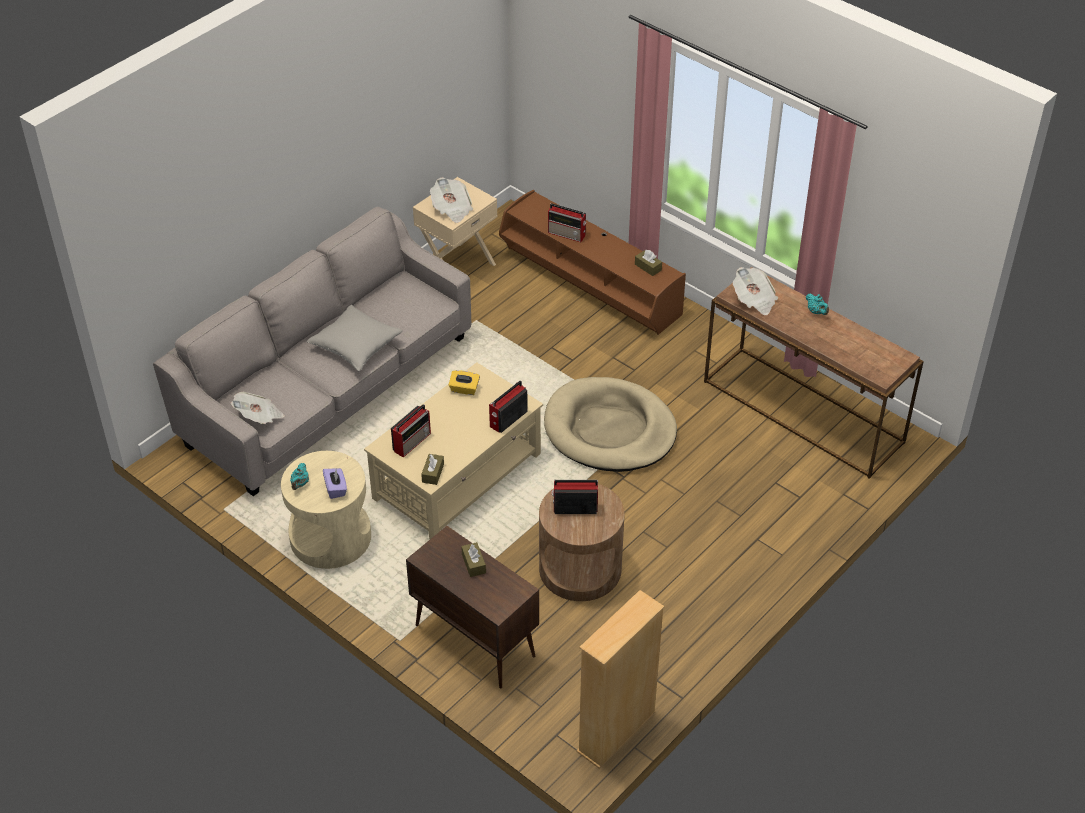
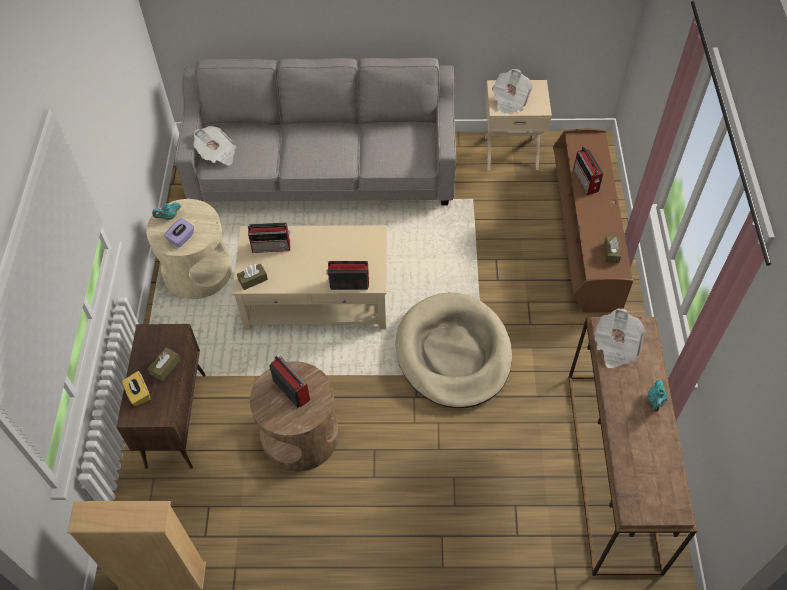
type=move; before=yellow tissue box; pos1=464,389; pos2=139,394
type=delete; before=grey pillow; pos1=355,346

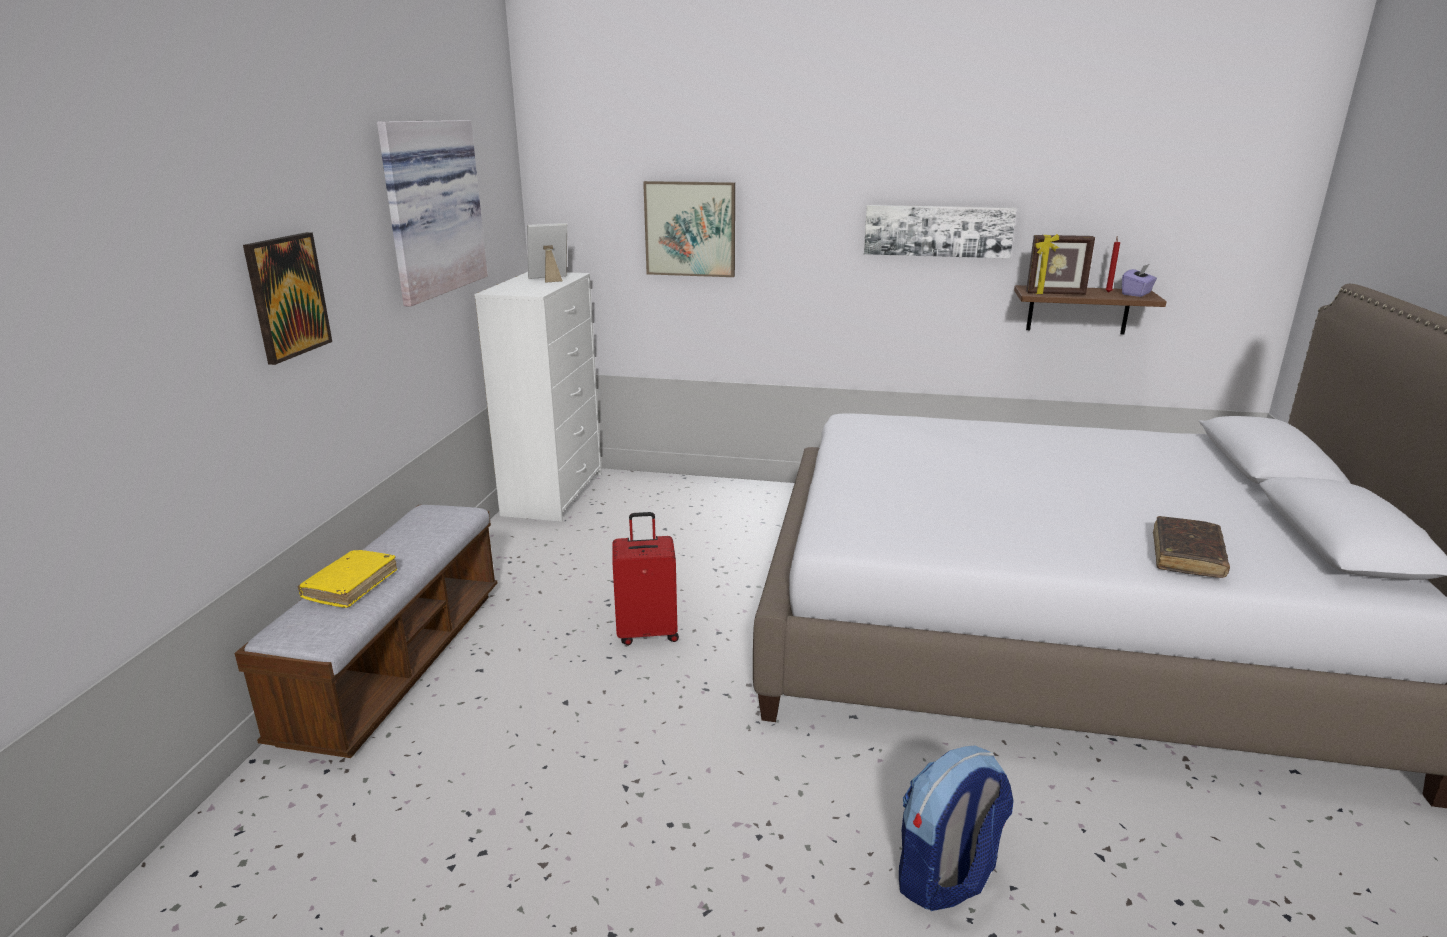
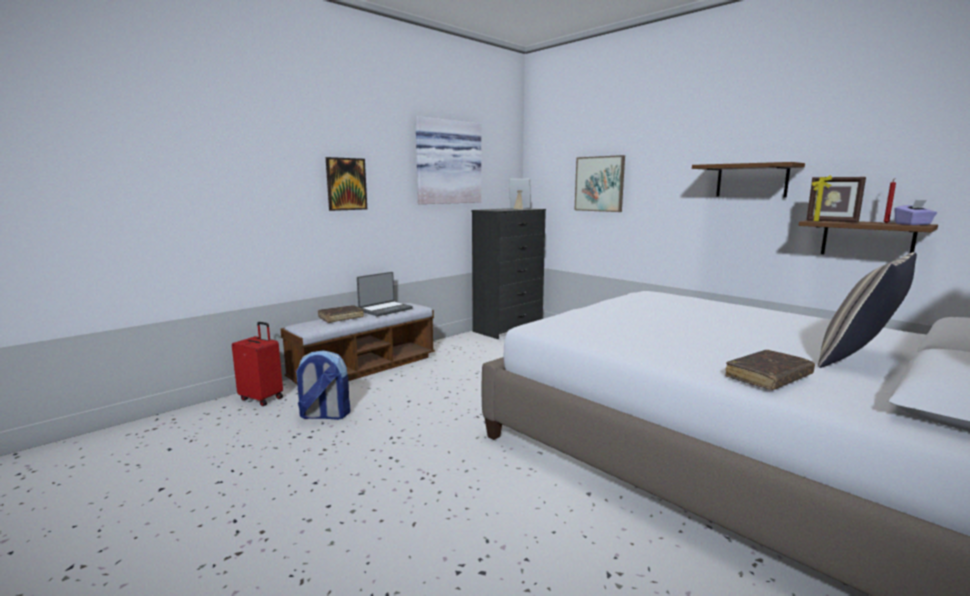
type=move; before=red suitcase; pos1=647,632; pos2=262,398
type=move; before=backpack; pos1=946,878; pos2=324,415
type=recolor; before=yellow book; after=brown book; pos1=351,586; pos2=341,318
type=insert; after=laptop; pos2=385,309
type=recolor; before=white dresser; after=black dresser; pos1=554,493; pos2=508,328
type=replace; before=picture; after=brown shelf; pos1=938,231; pos2=751,180
type=insert; after=pillow; pos2=858,359

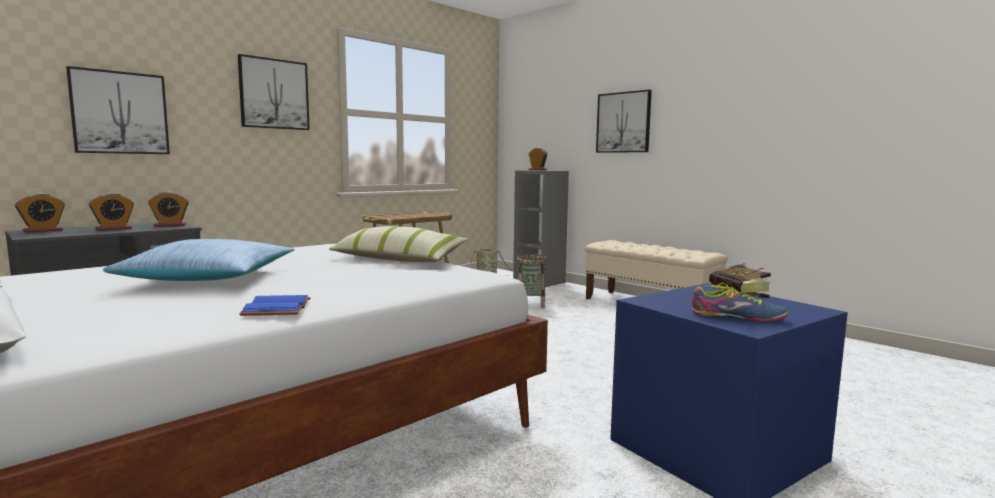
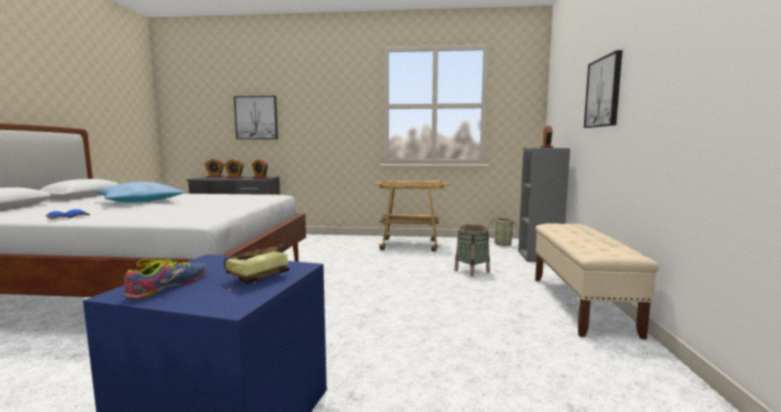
type=rotate; before=shoe; pos1=737,316; pos2=168,286; turn=-135
type=delete; before=picture; pos1=274,94
type=delete; before=pillow; pos1=398,259

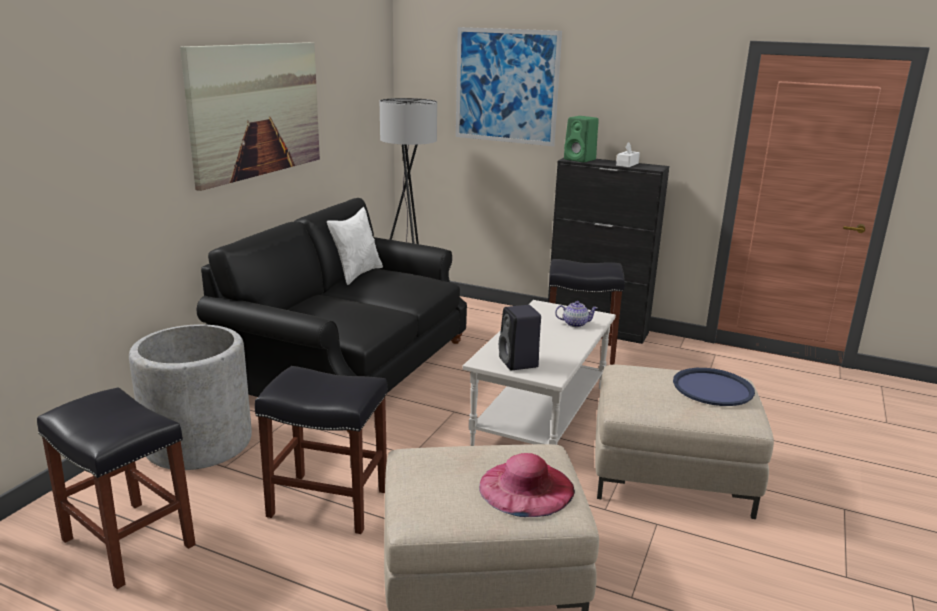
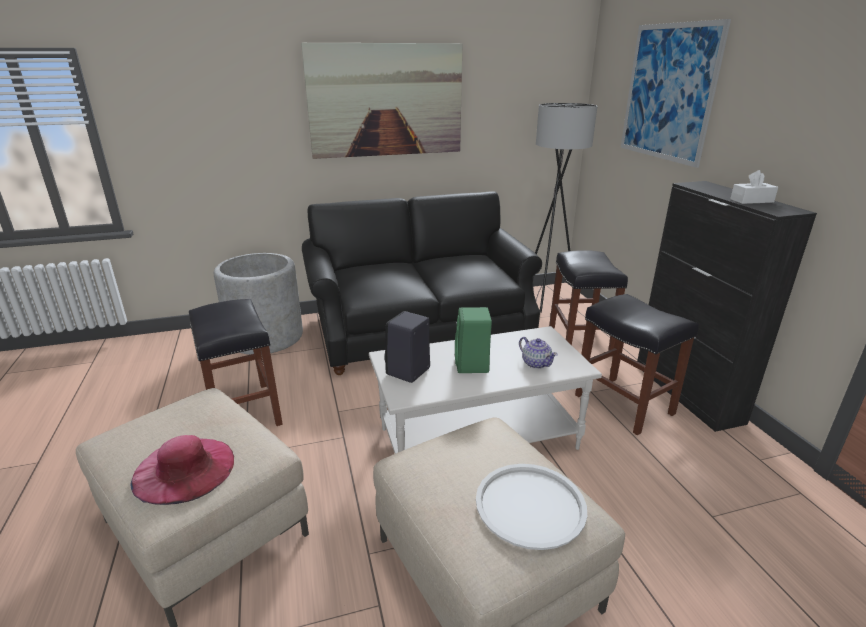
type=move; before=green speaker; pos1=580,159; pos2=472,365
type=recolor; before=blue tray; after=white tray; pos1=712,388; pos2=530,505
type=move; before=black stool; pos1=130,543; pos2=580,341
type=delete; before=white pillow; pos1=357,274

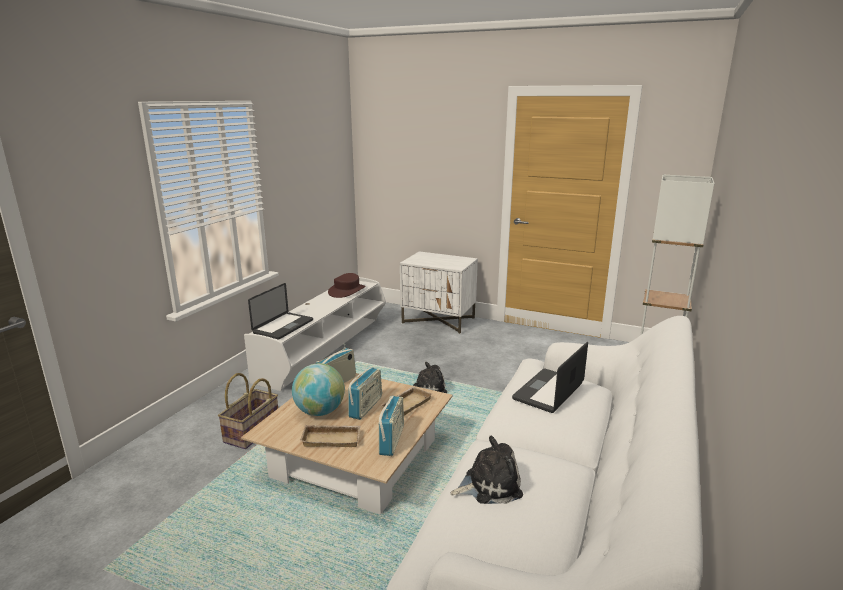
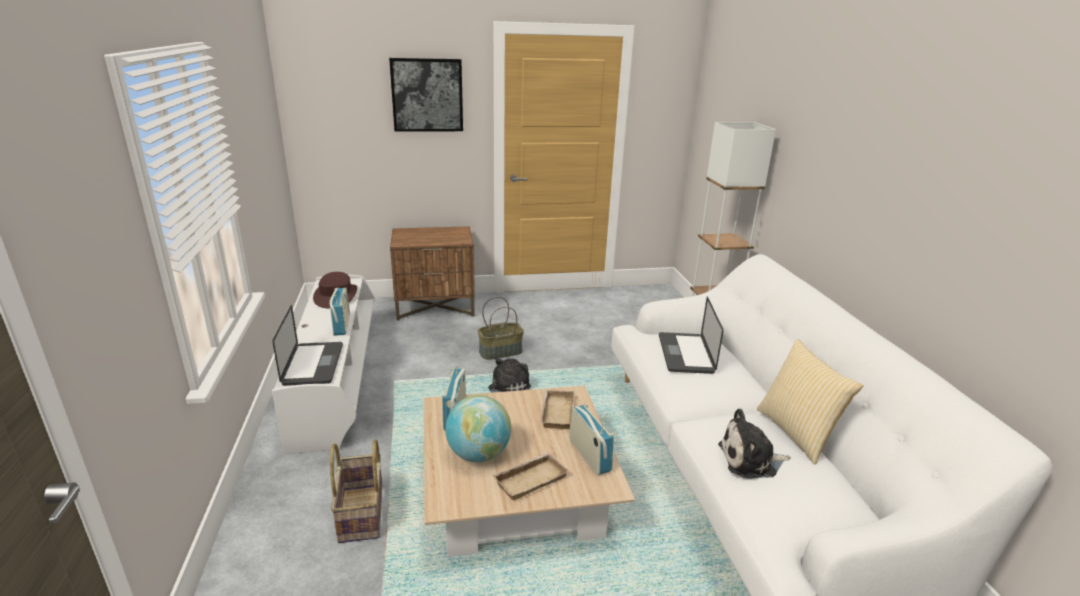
type=move; before=radio; pos1=366,407; pos2=341,325
type=insert; after=picture; pos2=427,95
type=recolor; before=white nightstand; after=brown nightstand; pos1=439,321; pos2=436,307
type=insert; after=basket; pos2=500,351
type=rotate; before=plush toy; pos1=489,485; pos2=750,460; turn=-135
type=insert; after=pillow; pos2=797,433

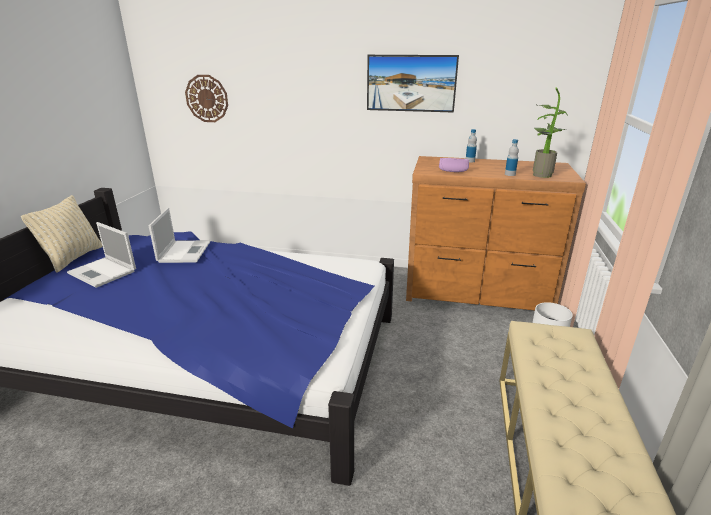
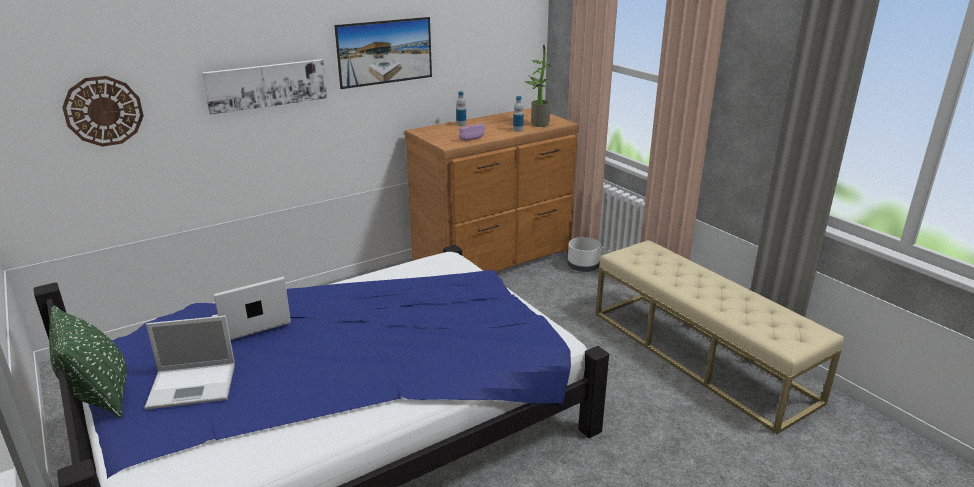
type=recolor; before=beige pillow; after=green pillow; pos1=74,258; pos2=99,396
type=insert; after=picture; pos2=266,85
type=rotate; before=laptop; pos1=184,251; pos2=249,322; turn=-75

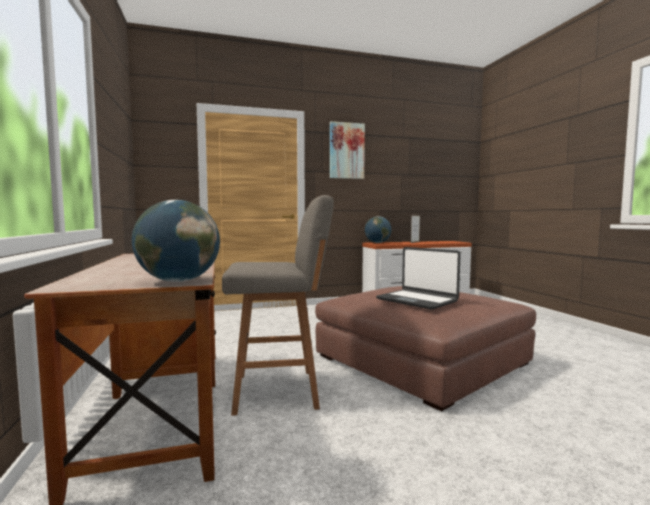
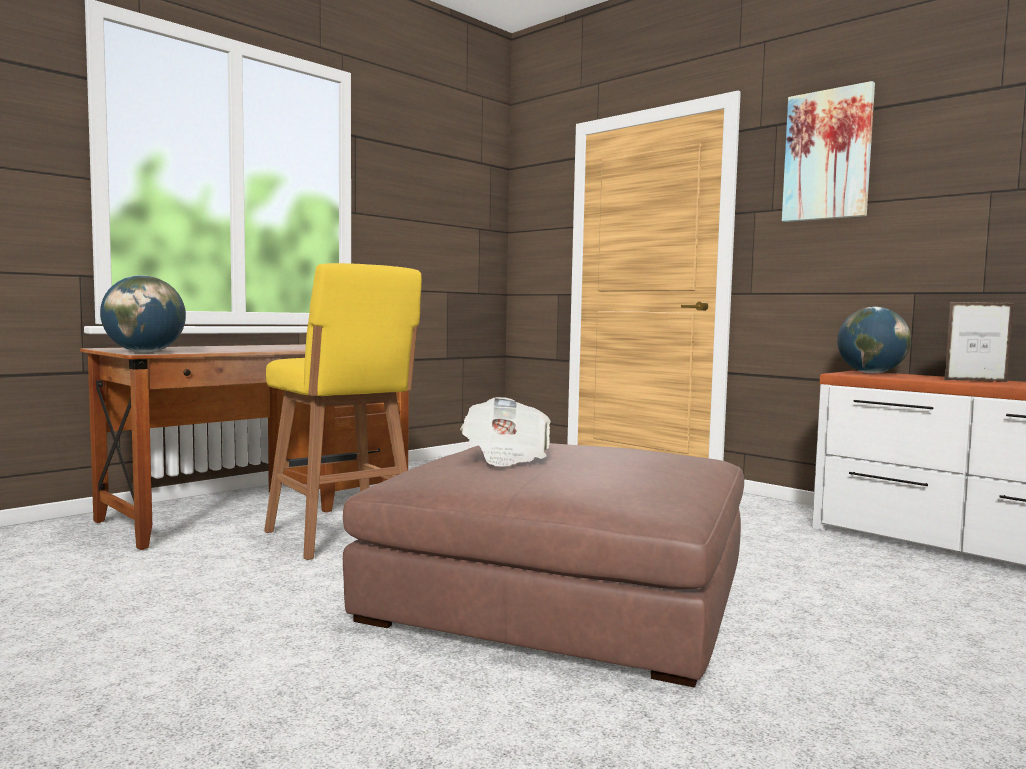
type=recolor; before=grey stool; after=yellow stool; pos1=280,391; pos2=342,536
type=replace; before=laptop; after=newspaper; pos1=417,300; pos2=505,457

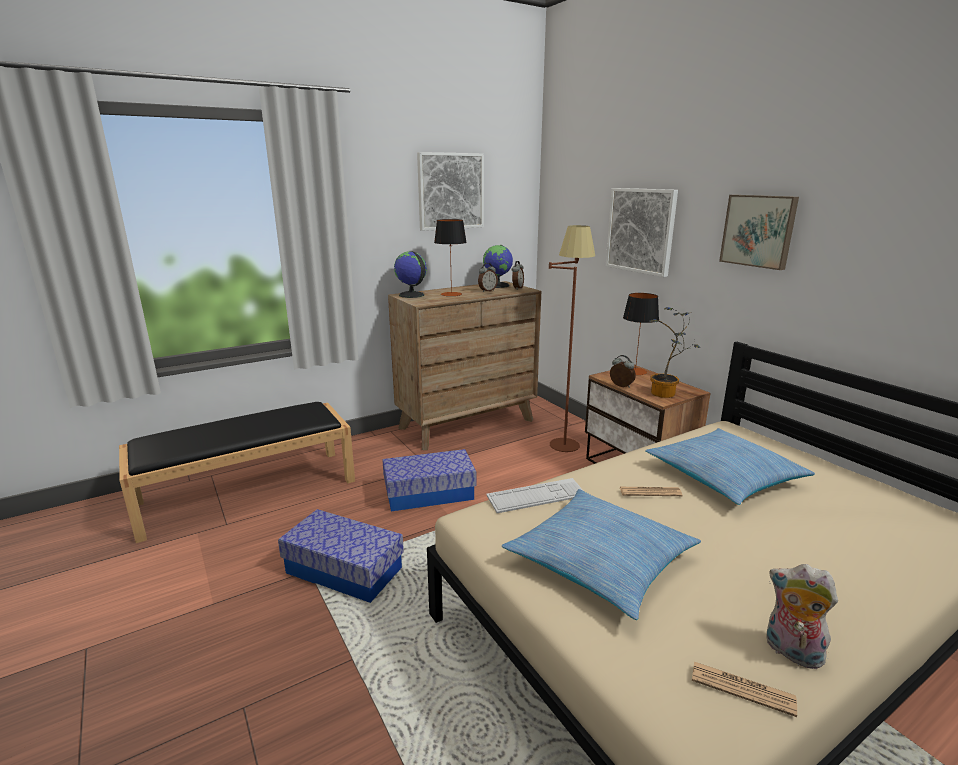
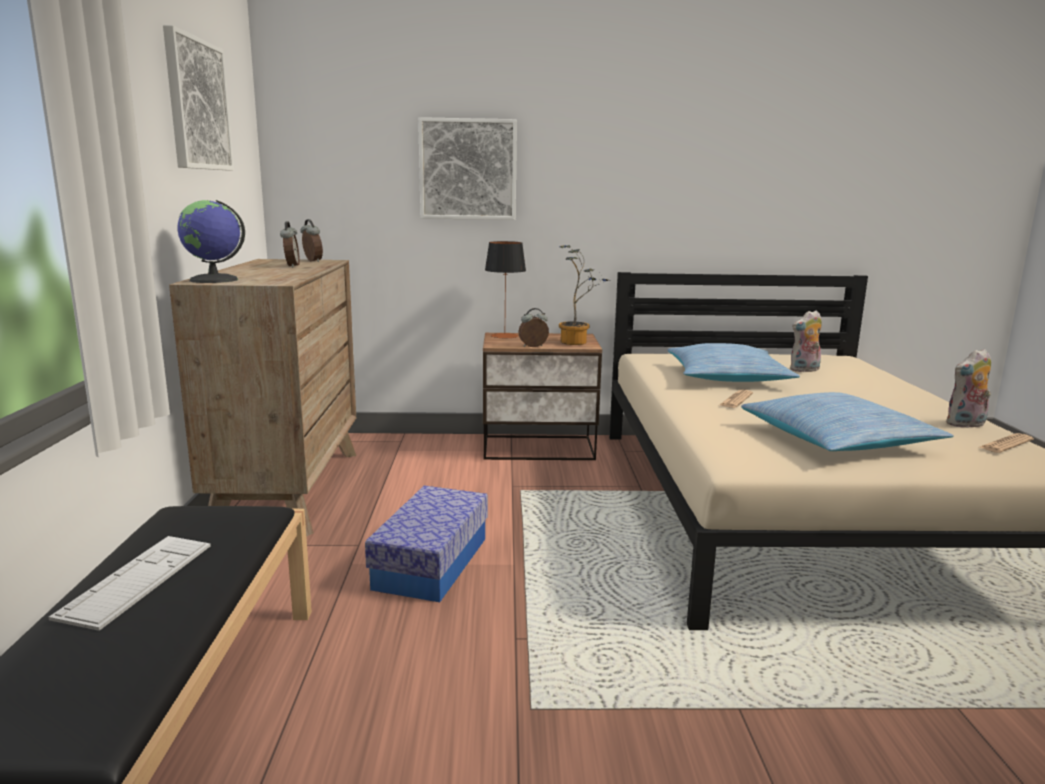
type=move; before=keyboard; pos1=536,496; pos2=137,580
type=insert; after=plush toy; pos2=804,370
type=delete; before=storage box; pos1=344,570
type=delete; before=table lamp; pos1=451,294
type=delete; before=globe; pos1=498,285
type=delete; before=brown floor lamp; pos1=564,438
type=delete; before=picture; pos1=759,231

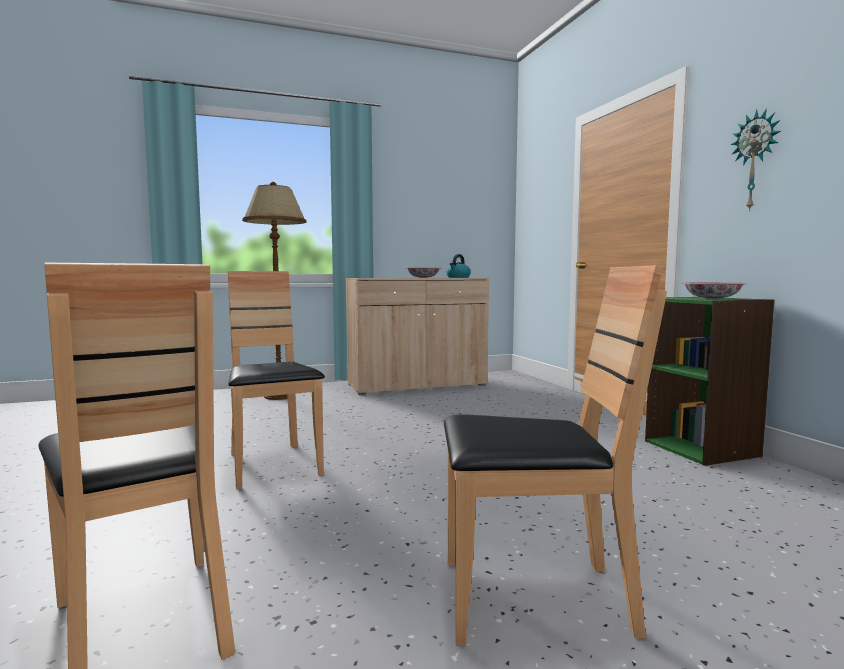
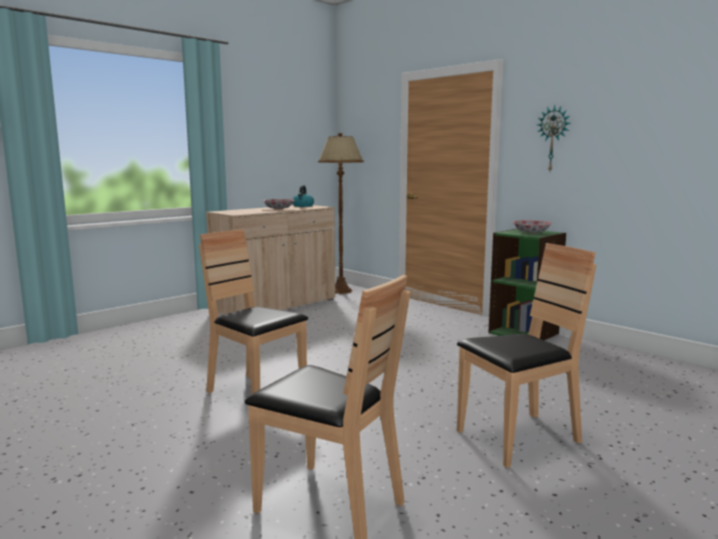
type=move; before=brown floor lamp; pos1=280,396; pos2=341,291

